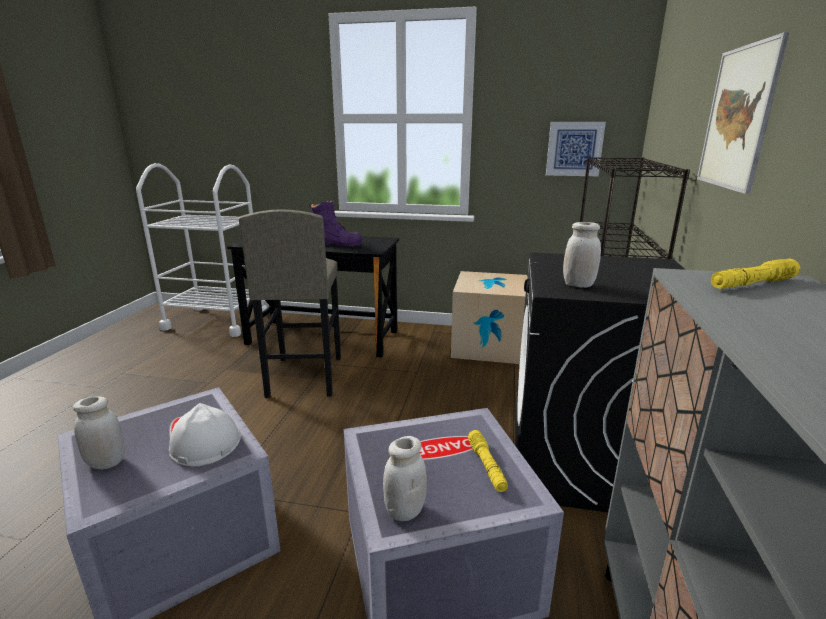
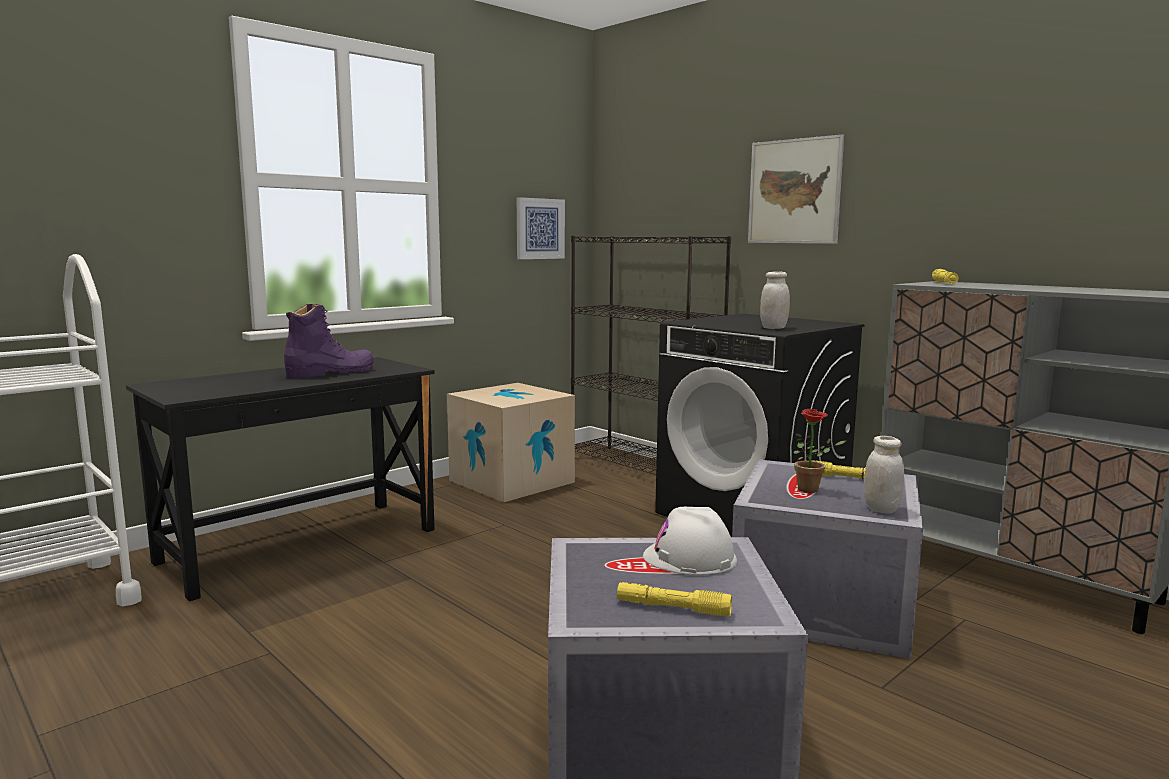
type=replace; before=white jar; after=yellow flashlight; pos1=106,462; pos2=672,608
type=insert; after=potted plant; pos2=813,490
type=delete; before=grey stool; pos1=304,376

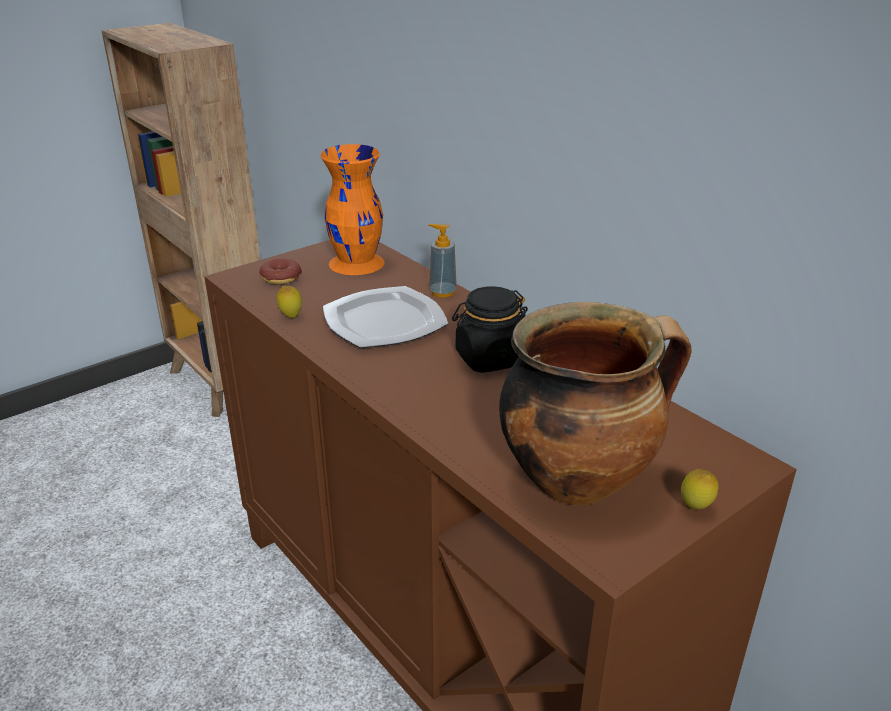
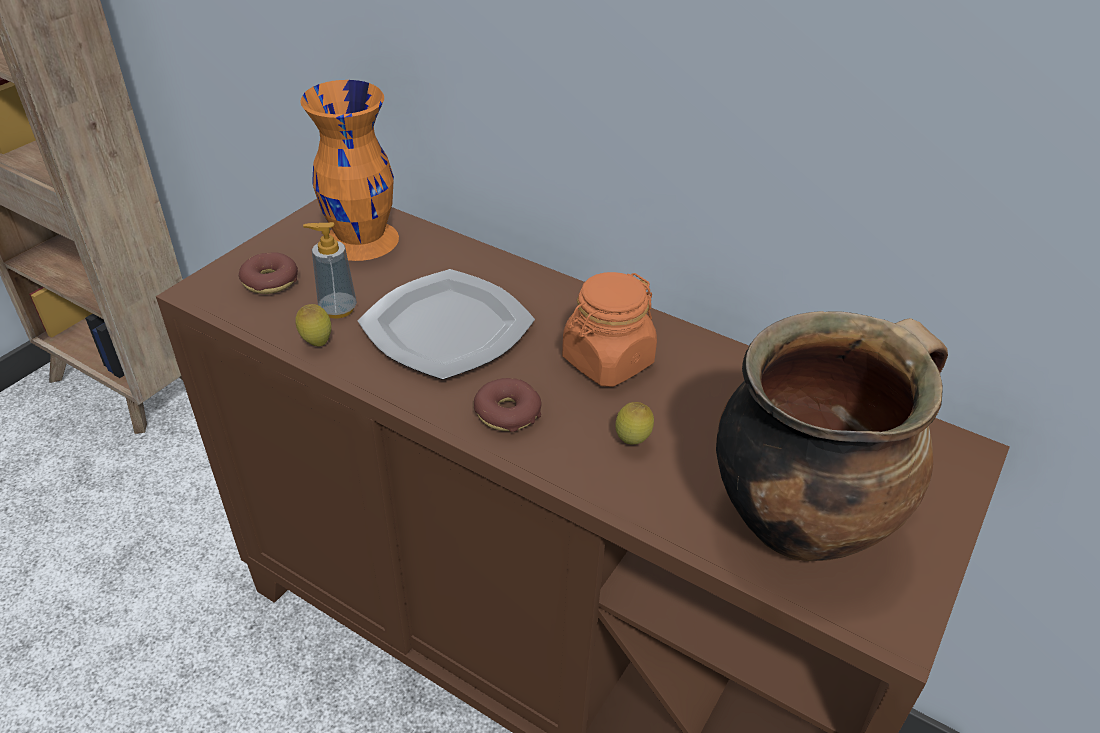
type=move; before=soap dispenser; pos1=442,292; pos2=338,309
type=insert; after=donut; pos2=507,413
type=recolor; before=black jar; after=orange jar; pos1=489,359; pos2=607,361
type=move; before=lemon; pos1=695,508; pos2=632,442

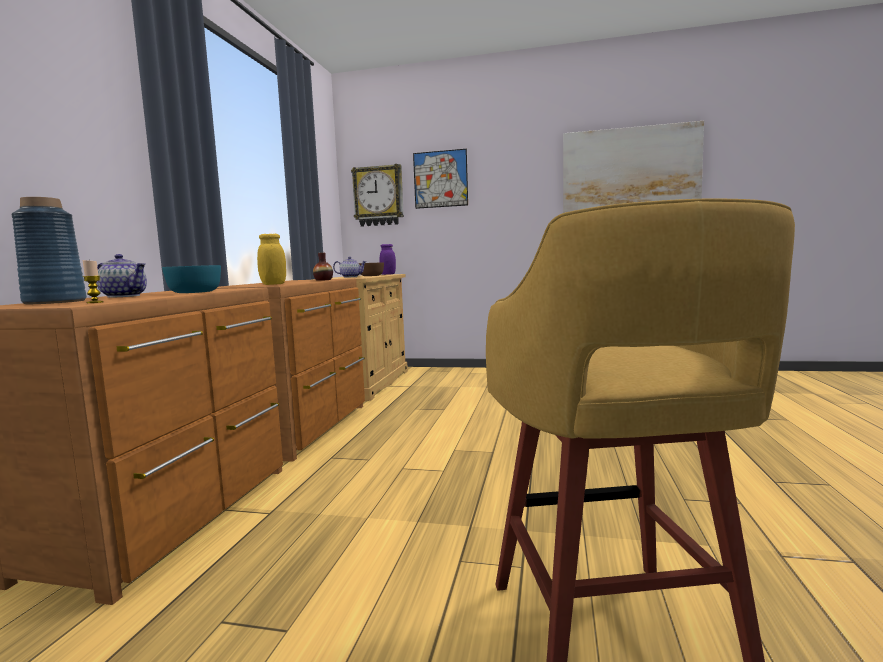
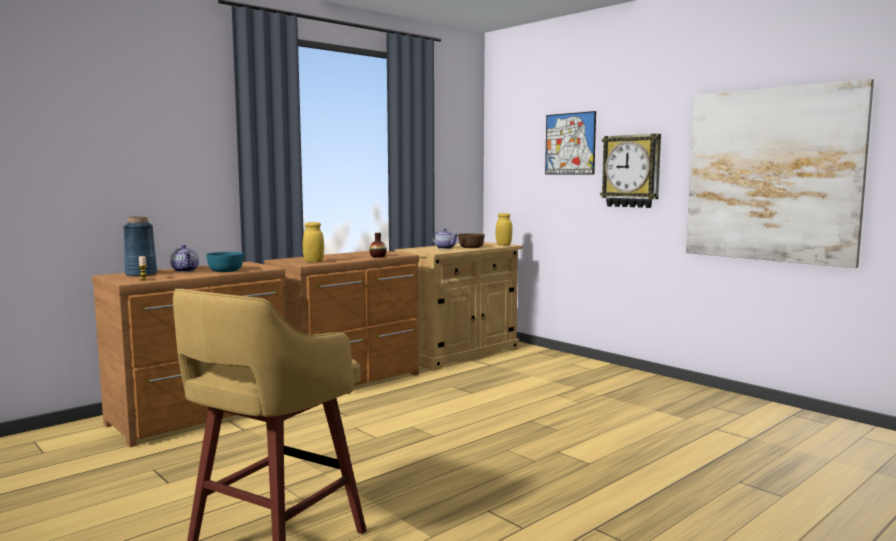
type=recolor; before=purple jar; after=yellow jar; pos1=388,274; pos2=503,244
type=move; before=wall clock; pos1=378,196; pos2=631,171

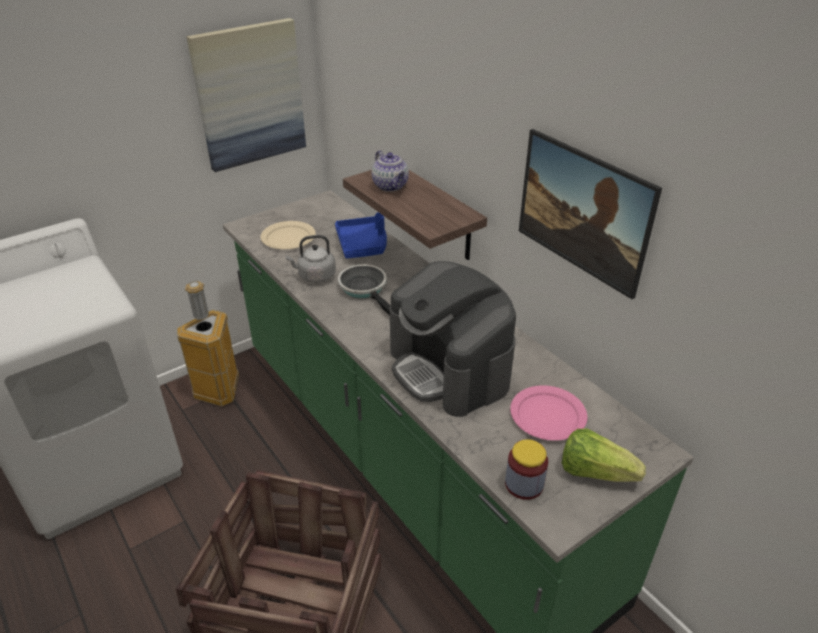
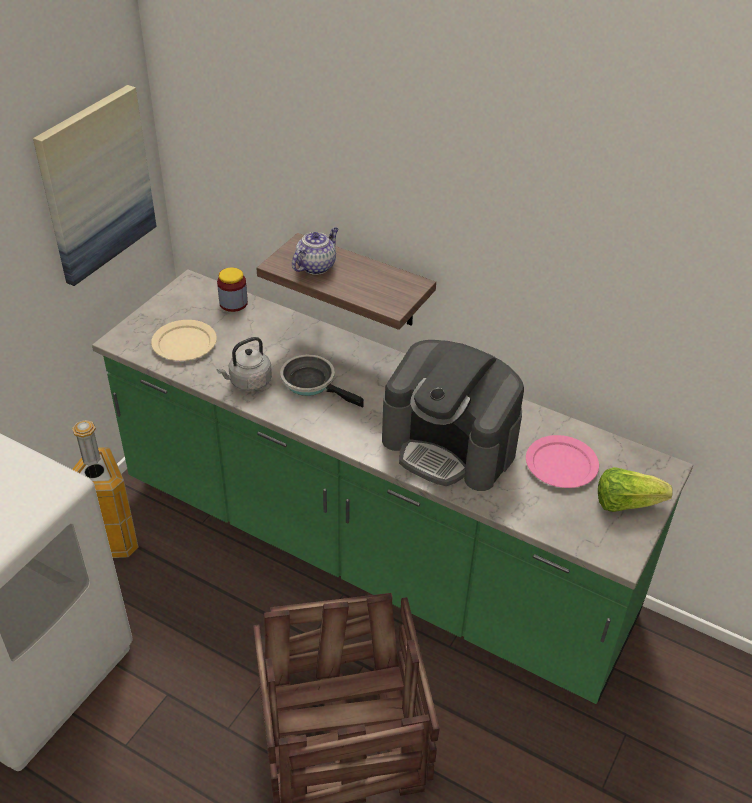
type=move; before=jar; pos1=524,484; pos2=233,303
type=rotate; before=teapot; pos1=391,186; pos2=316,266; turn=-90
type=delete; before=blue tray; pos1=363,245
type=delete; before=picture; pos1=578,237

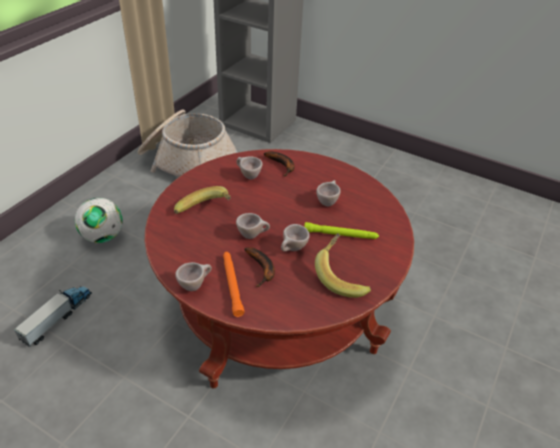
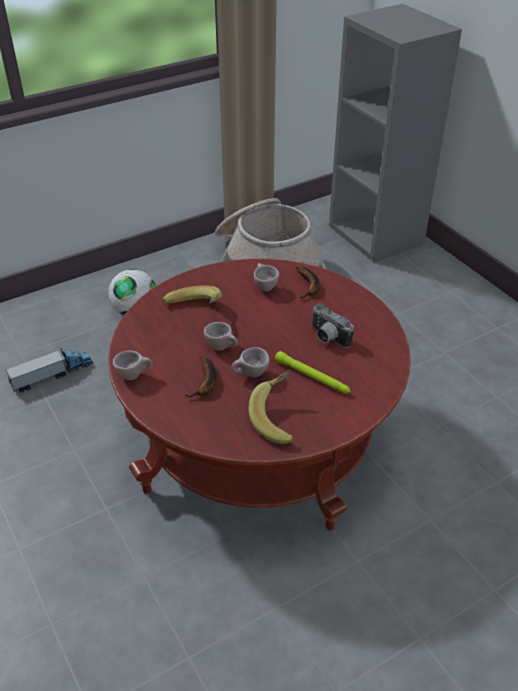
type=replace; before=beige cup; after=photo camera; pos1=327,201; pos2=327,338
type=delete; before=orange flashlight; pos1=232,284

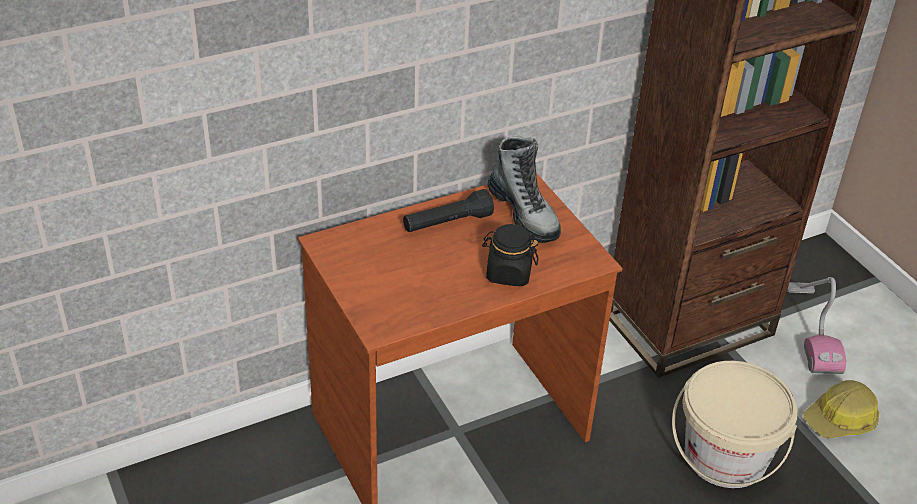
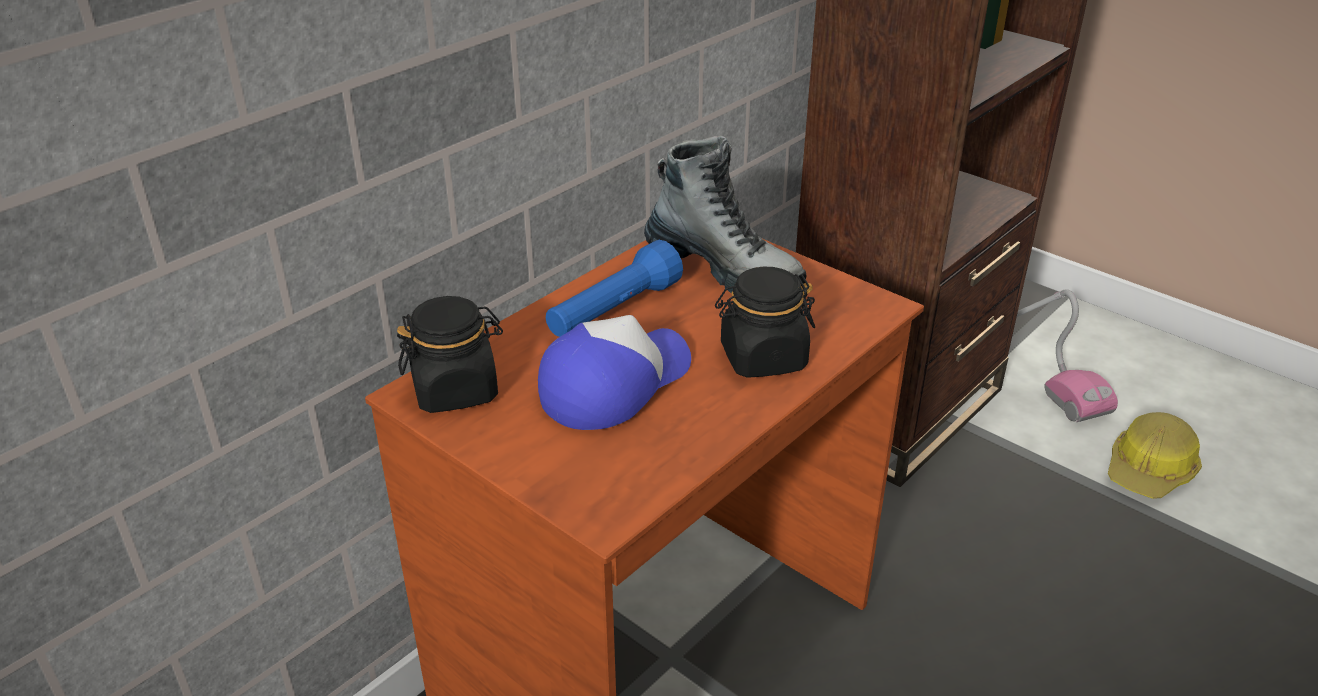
type=insert; after=black jar; pos2=456,390
type=insert; after=cap; pos2=614,383
type=recolor; before=black flashlight; after=blue flashlight; pos1=447,223; pos2=613,311
type=delete; before=beige bucket; pos1=725,456

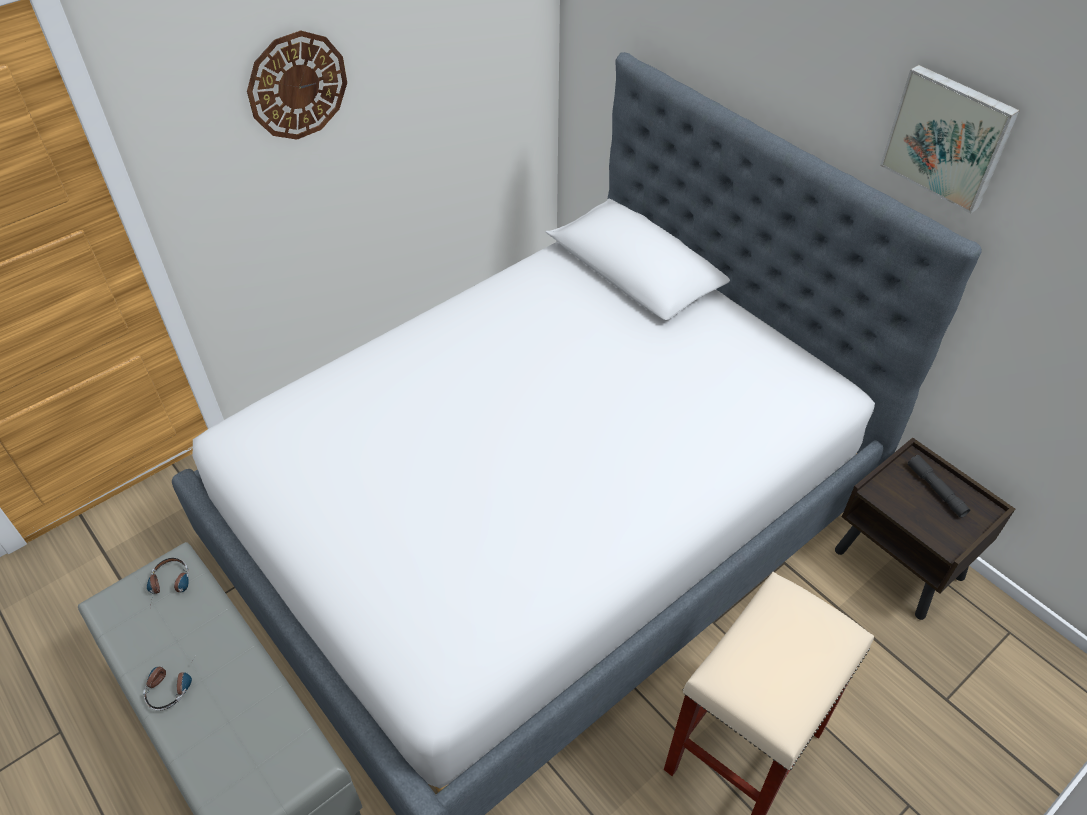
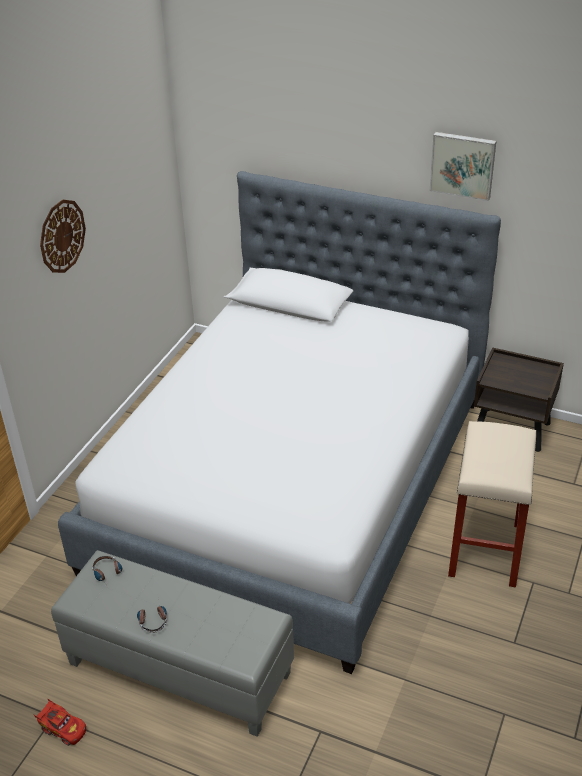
type=insert; after=red toy car; pos2=63,729
type=delete; before=grey flashlight; pos1=936,490

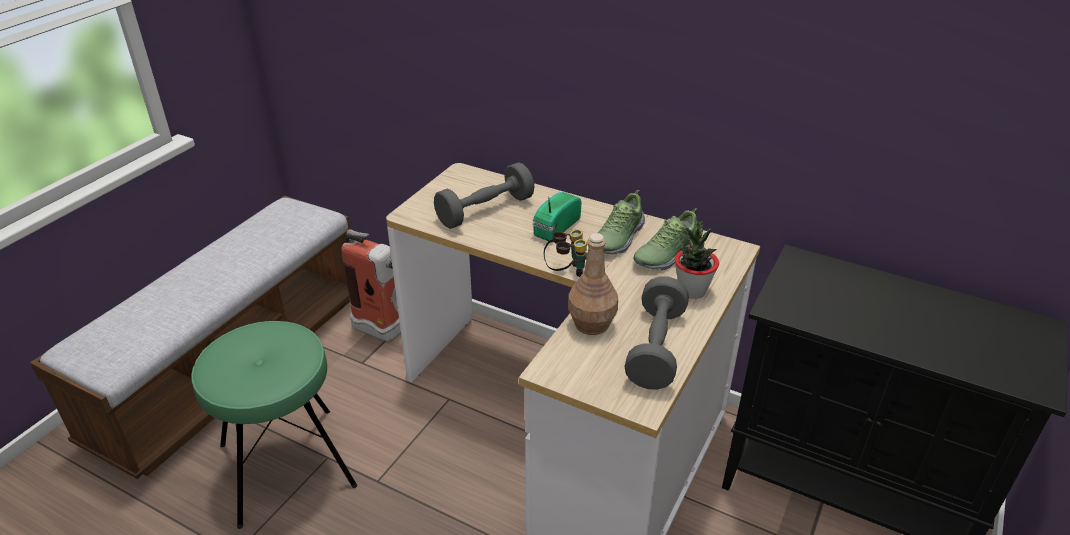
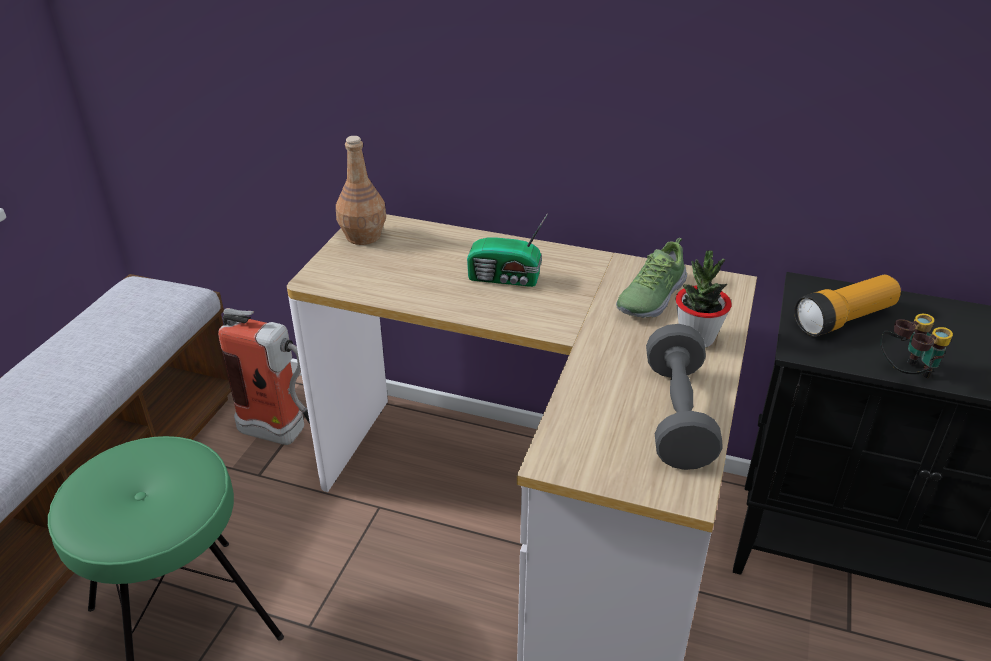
type=move; before=brown bottle; pos1=591,323; pos2=363,236
type=rotate; before=radio; pos1=555,227; pos2=506,278; turn=-105
type=insert; after=flashlight; pos2=844,320
type=move; before=binoculars; pos1=566,272; pos2=905,373
type=delete; before=grey dumbbell; pos1=485,211
type=delete; before=shoe; pos1=617,238

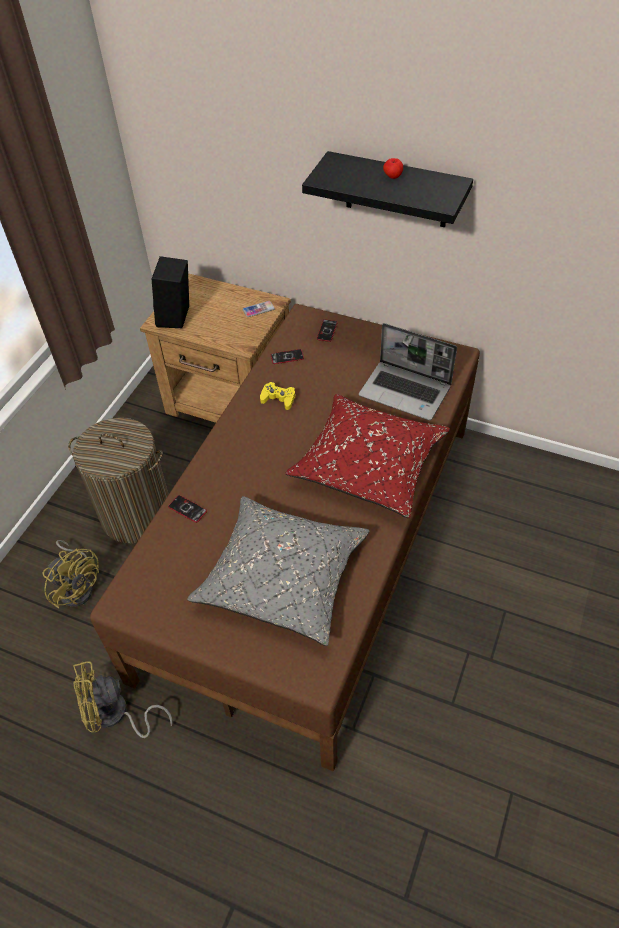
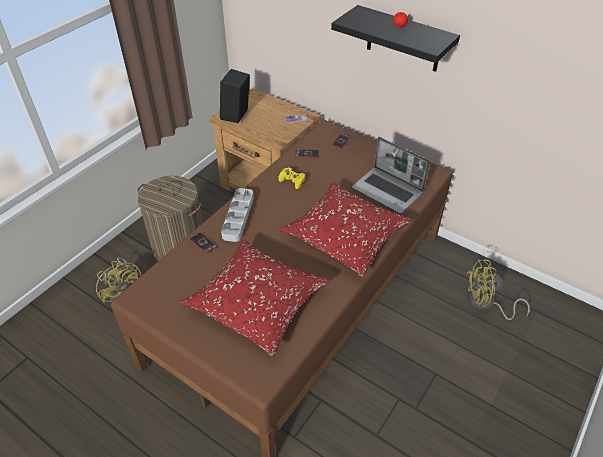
type=recolor; before=grey pillow; after=red pillow; pos1=282,577; pos2=257,303
type=insert; after=grey tray; pos2=238,217
type=move; before=yellow fan; pos1=115,715; pos2=486,304

